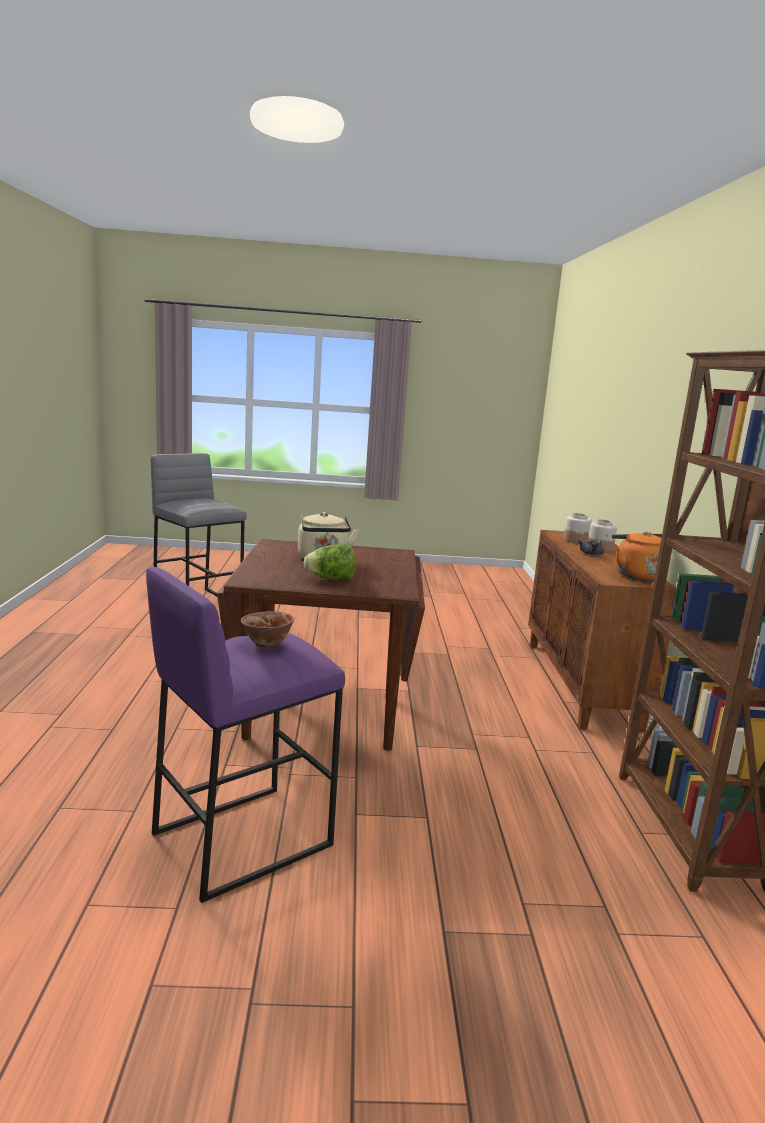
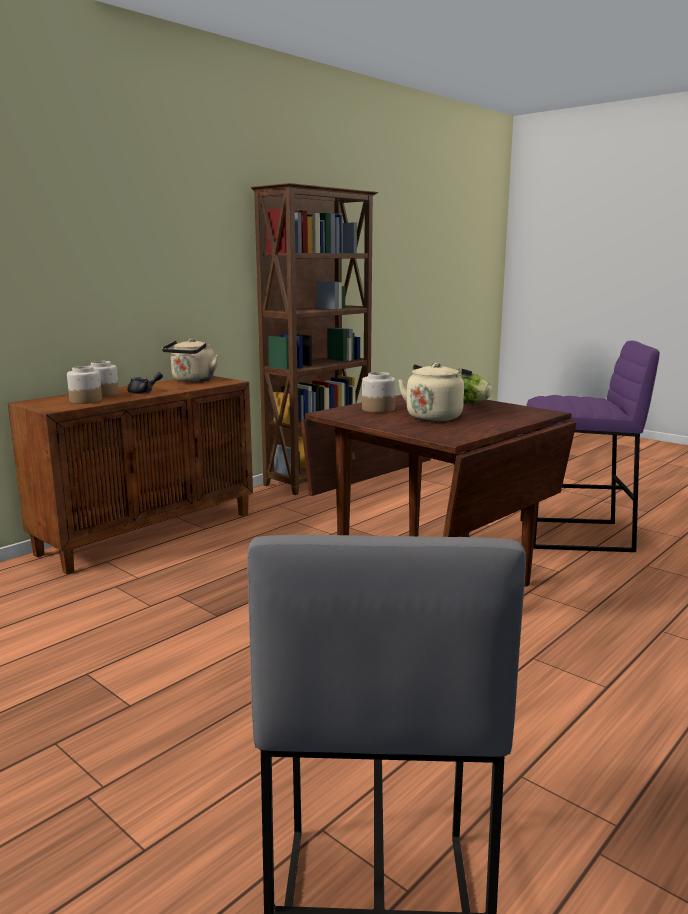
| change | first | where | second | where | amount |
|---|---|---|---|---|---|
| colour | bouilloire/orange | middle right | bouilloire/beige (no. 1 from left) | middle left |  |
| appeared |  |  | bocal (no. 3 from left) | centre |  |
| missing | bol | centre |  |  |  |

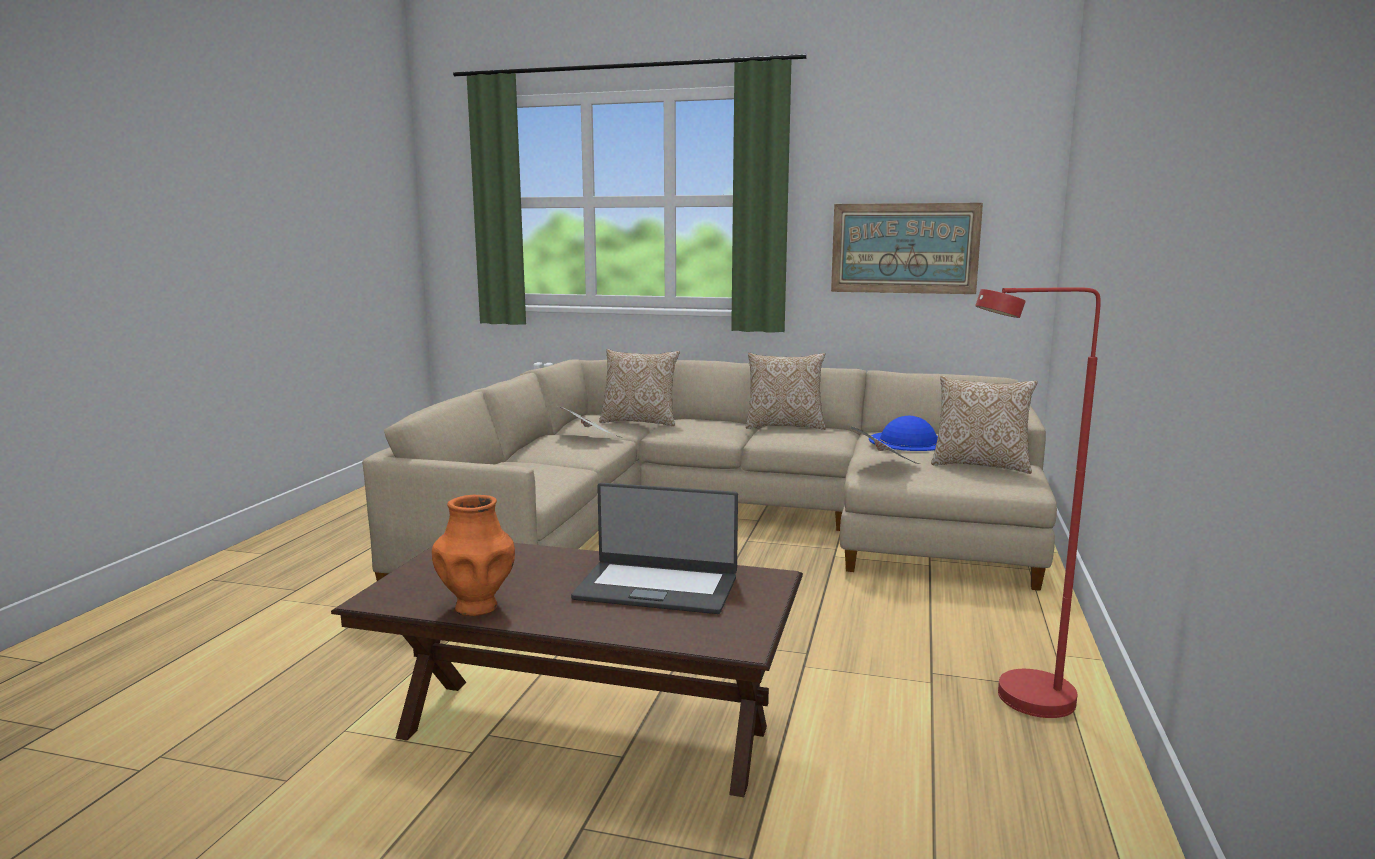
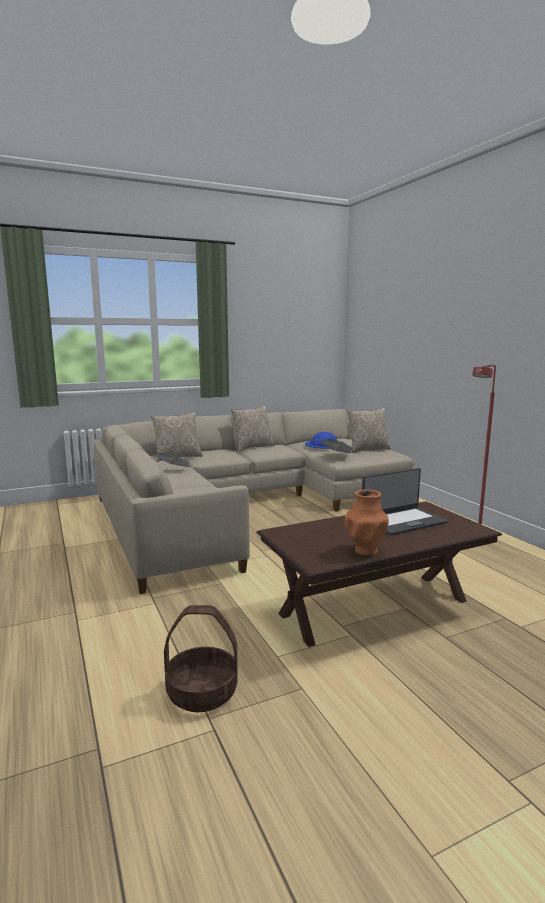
| change | first | where | second | where | amount |
|---|---|---|---|---|---|
| appeared |  |  | panier | bottom centre |  |
| missing | tableau | top centre |  |  |  |

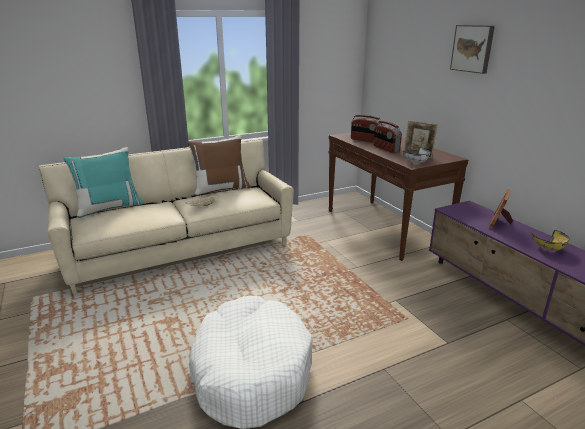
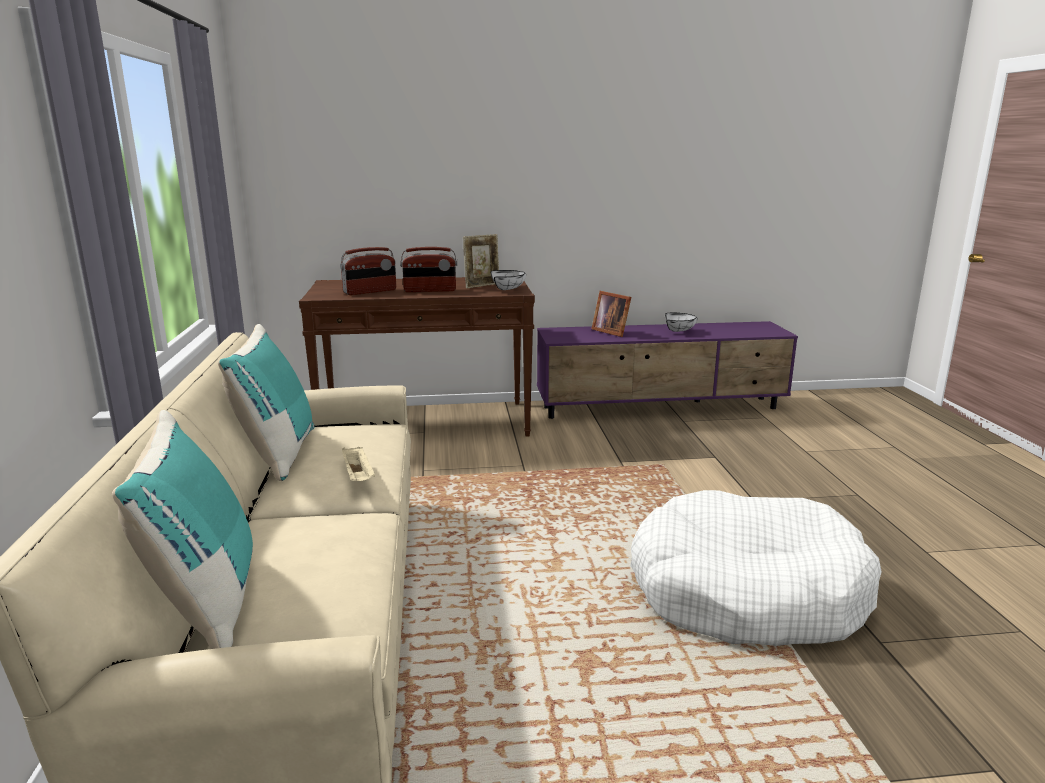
| change | first | where | second | where | amount |
|---|---|---|---|---|---|
| colour | coussin/marron | centre | coussin/turquoise (no. 2 from left) | middle left |  |
| colour | bol/jaune | middle right | bol/blanc (no. 2 from left) | centre |  |
| missing | tableau | top right |  |  |  |

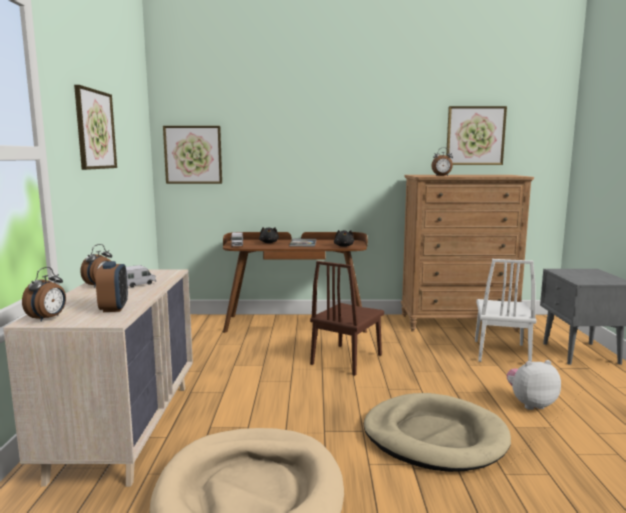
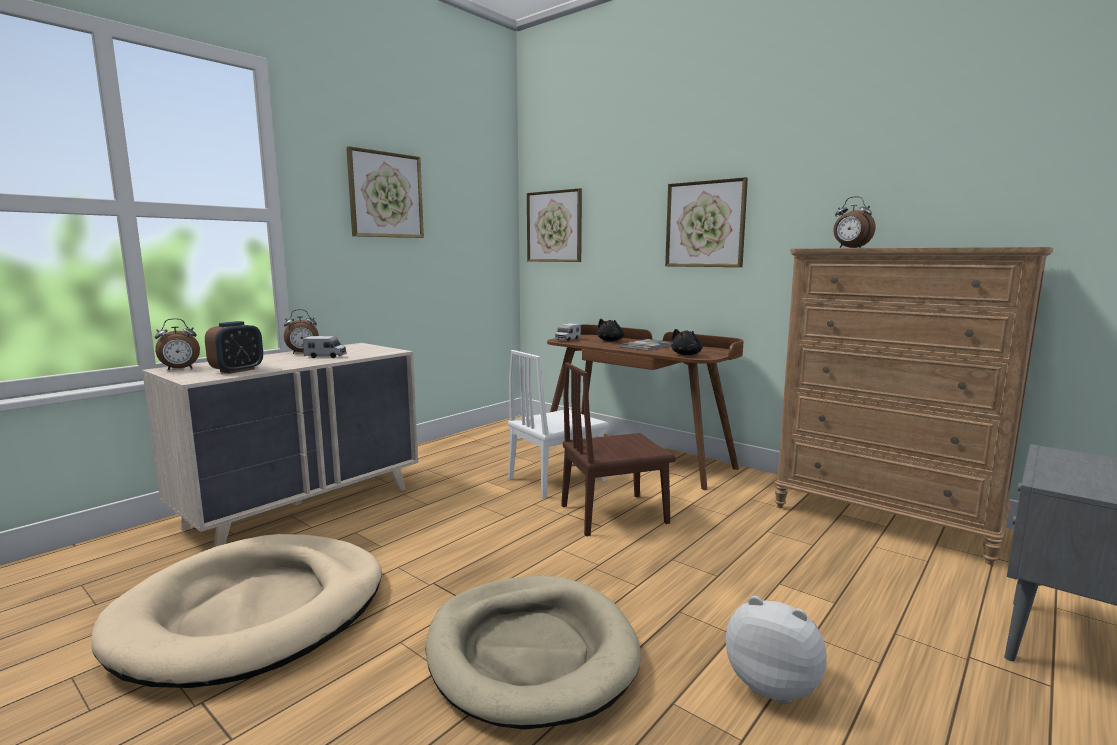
| change | first | where | second | where | amount |
|---|---|---|---|---|---|
| relocated | chaise/blanc | middle right |  | centre |  |
| relocated | tableau (no. 3 from left) | top right |  | top centre |  |

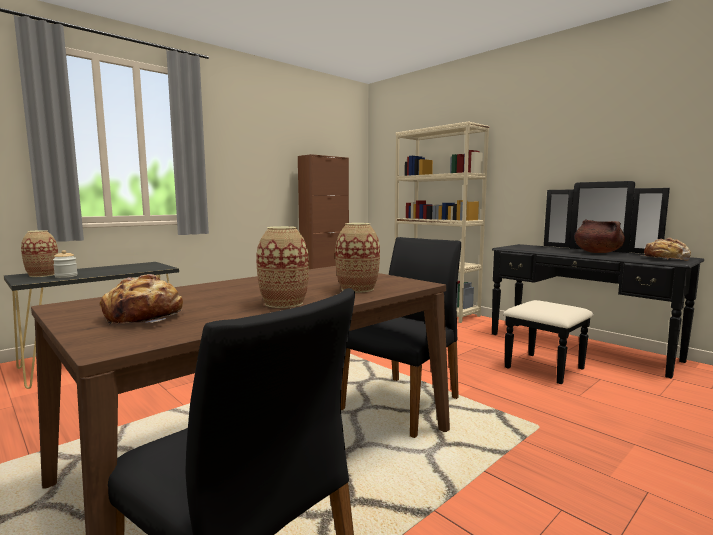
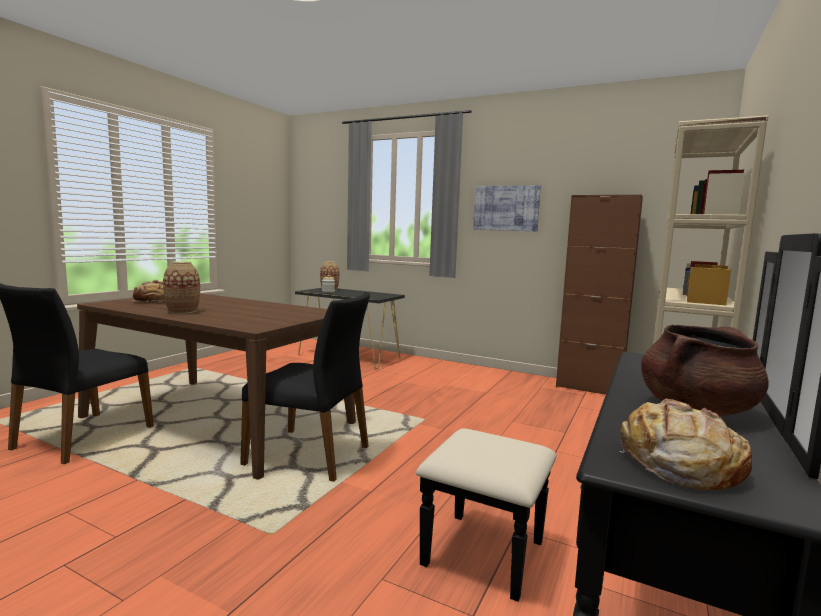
| change | first | where | second | where | amount |
|---|---|---|---|---|---|
| appeared |  |  | tableau | centre |  |
| missing | vase (no. 3 from left) | centre |  |  |  |

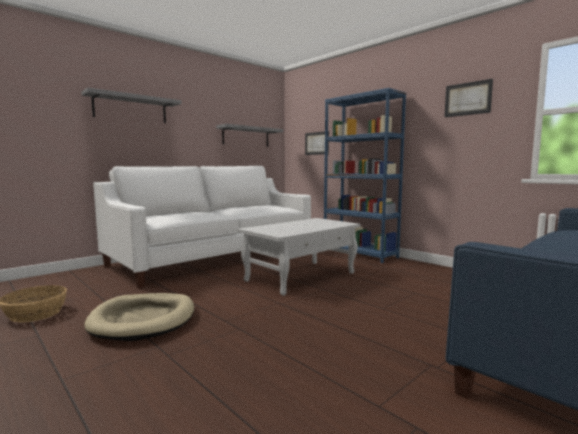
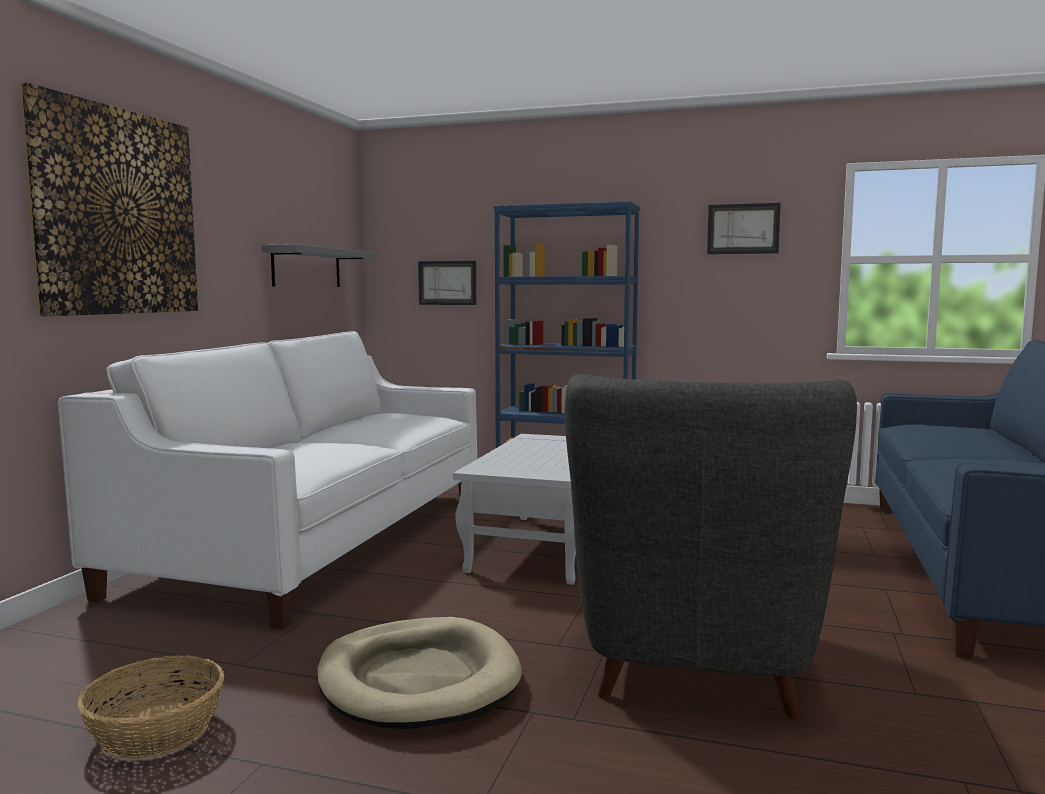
| change | first | where | second | where | amount |
|---|---|---|---|---|---|
| exchanged | étagère/gris (no. 1 from left) | top left | tableau (no. 1 from left) | top left |  |
| appeared |  |  | fauteuil/gris | bottom right |  |

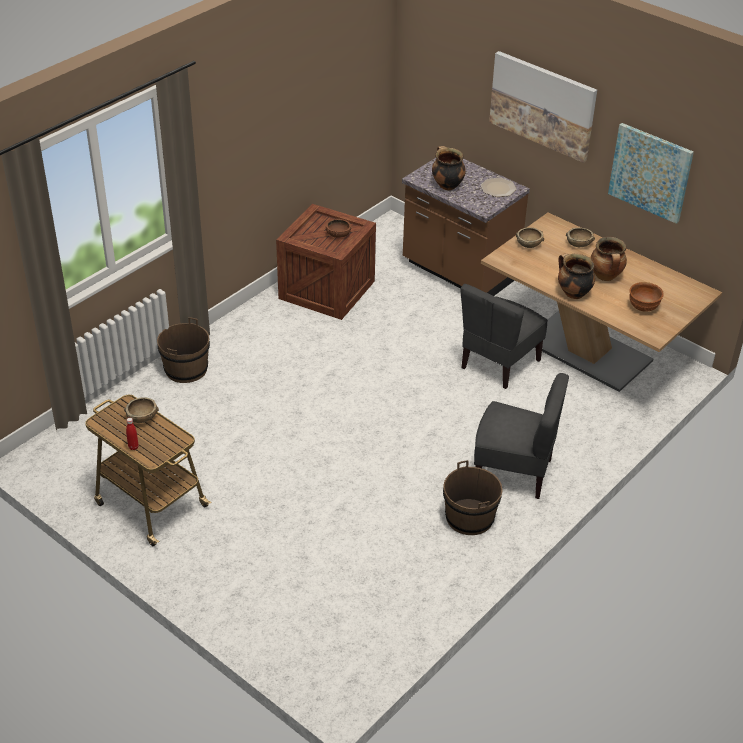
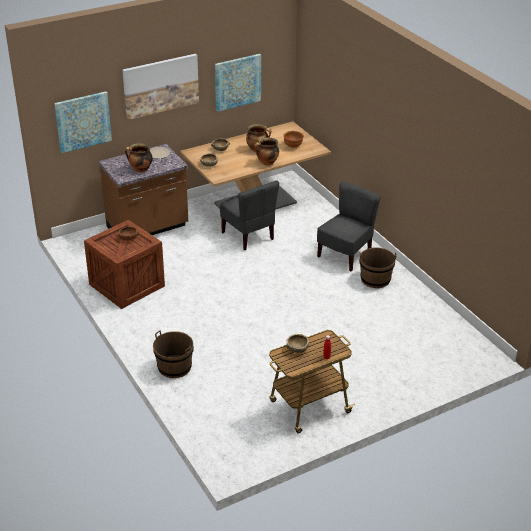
| change | first | where | second | where | amount |
|---|---|---|---|---|---|
| appeared |  |  | tableau (no. 1 from left) | top left |  |

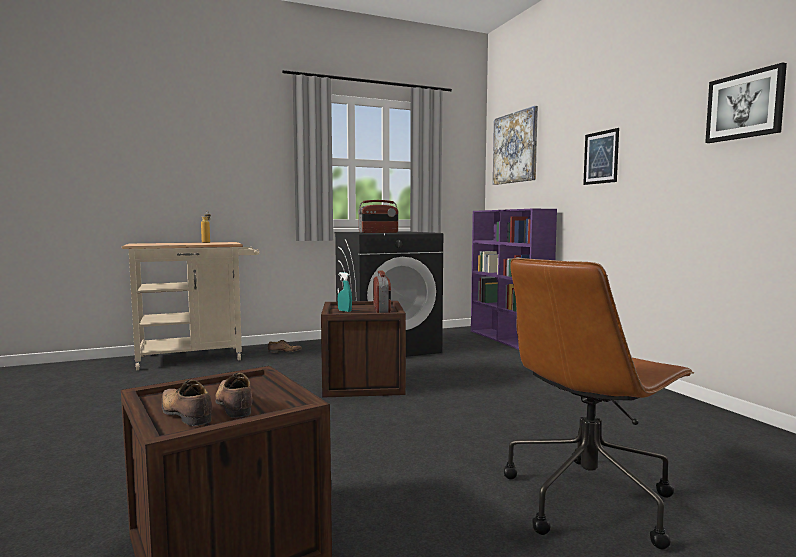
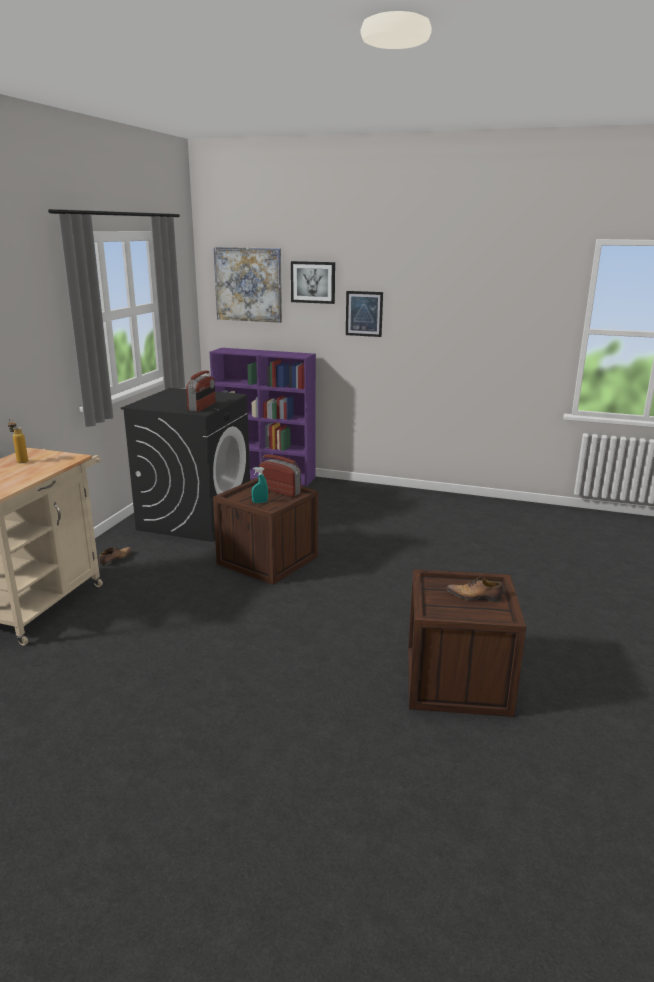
| change | first | where | second | where | amount |
|---|---|---|---|---|---|
| relocated | tableau (no. 3 from left in the first image) | top right | tableau (no. 2 from left) | top centre |  |
| missing | chaussure (no. 1 from left) | bottom left |  |  |  |
| missing | chaise de bureau/marron | bottom right |  |  |  |

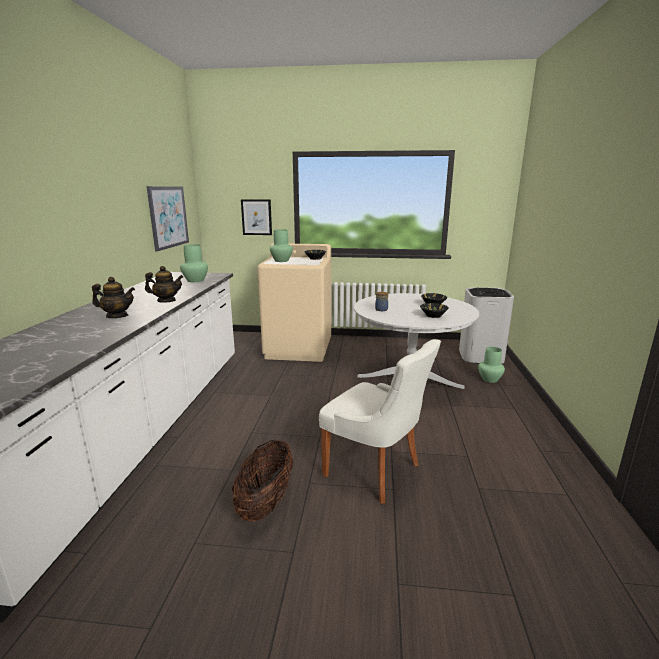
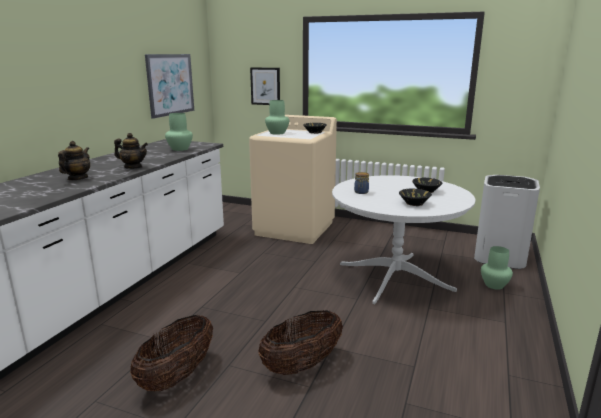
| change | first | where | second | where | amount |
|---|---|---|---|---|---|
| spun | théière (no. 1 from left) | middle left |  | middle left | 90 degrees counterclockwise |
| exchanged | chaise/blanc | centre | panier (no. 2 from left) | bottom centre |  |

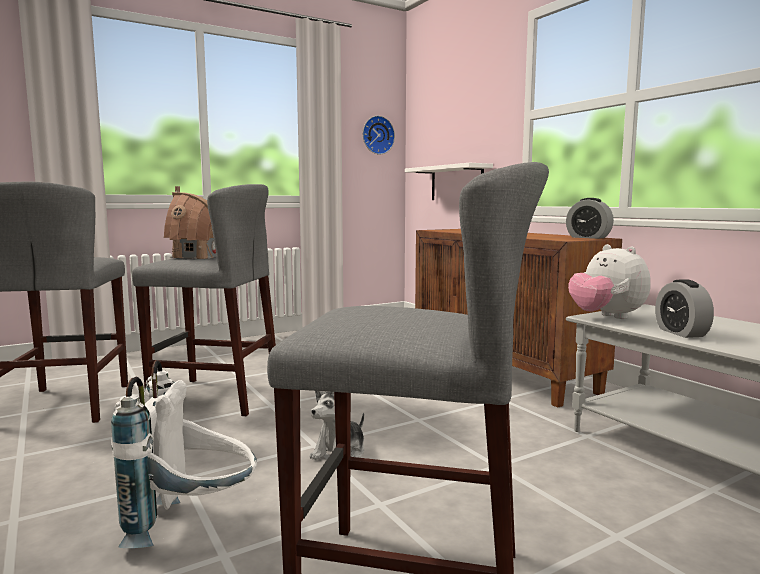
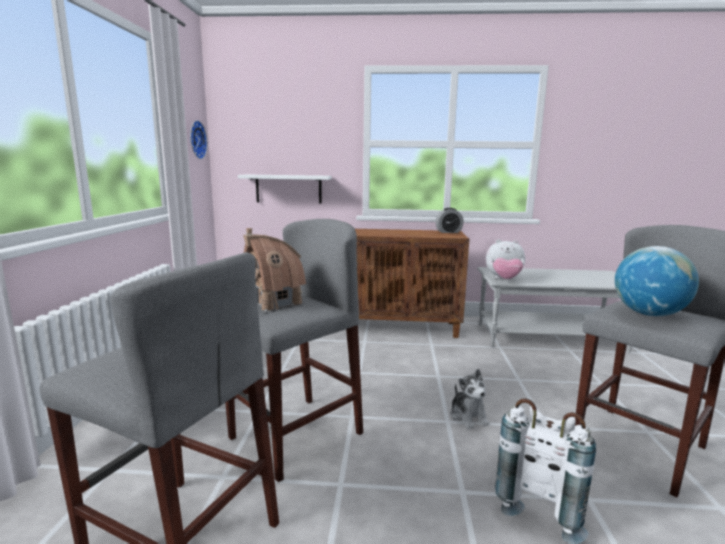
| change | first | where | second | where | amount |
|---|---|---|---|---|---|
| appeared |  |  | globe | middle right |  |
| missing | réveil (no. 2 from left) | middle right |  |  |  |

